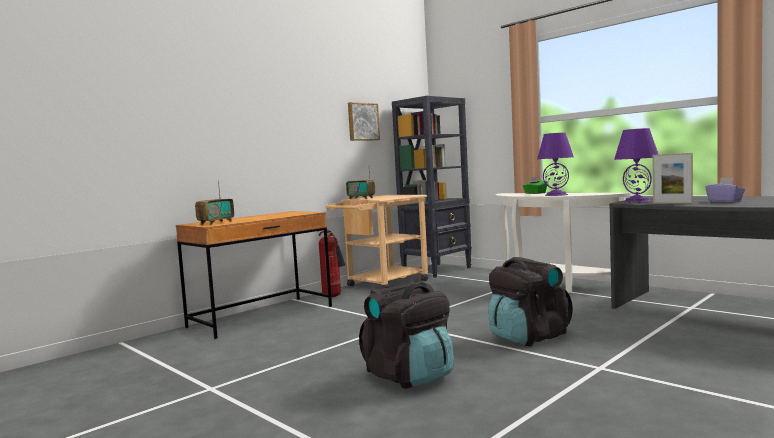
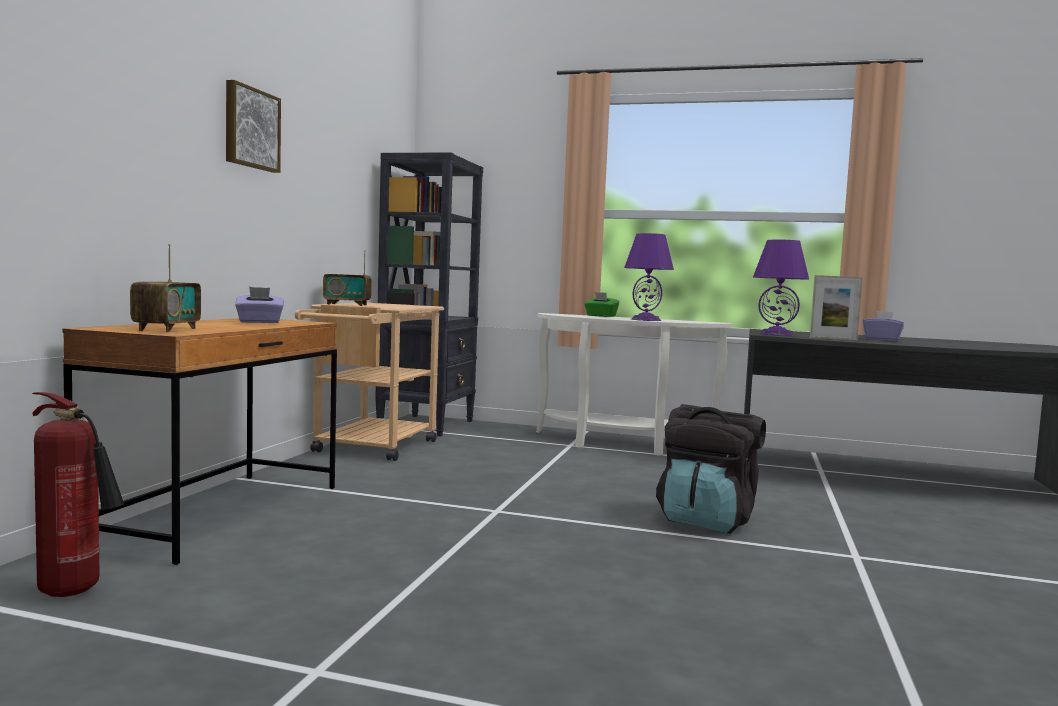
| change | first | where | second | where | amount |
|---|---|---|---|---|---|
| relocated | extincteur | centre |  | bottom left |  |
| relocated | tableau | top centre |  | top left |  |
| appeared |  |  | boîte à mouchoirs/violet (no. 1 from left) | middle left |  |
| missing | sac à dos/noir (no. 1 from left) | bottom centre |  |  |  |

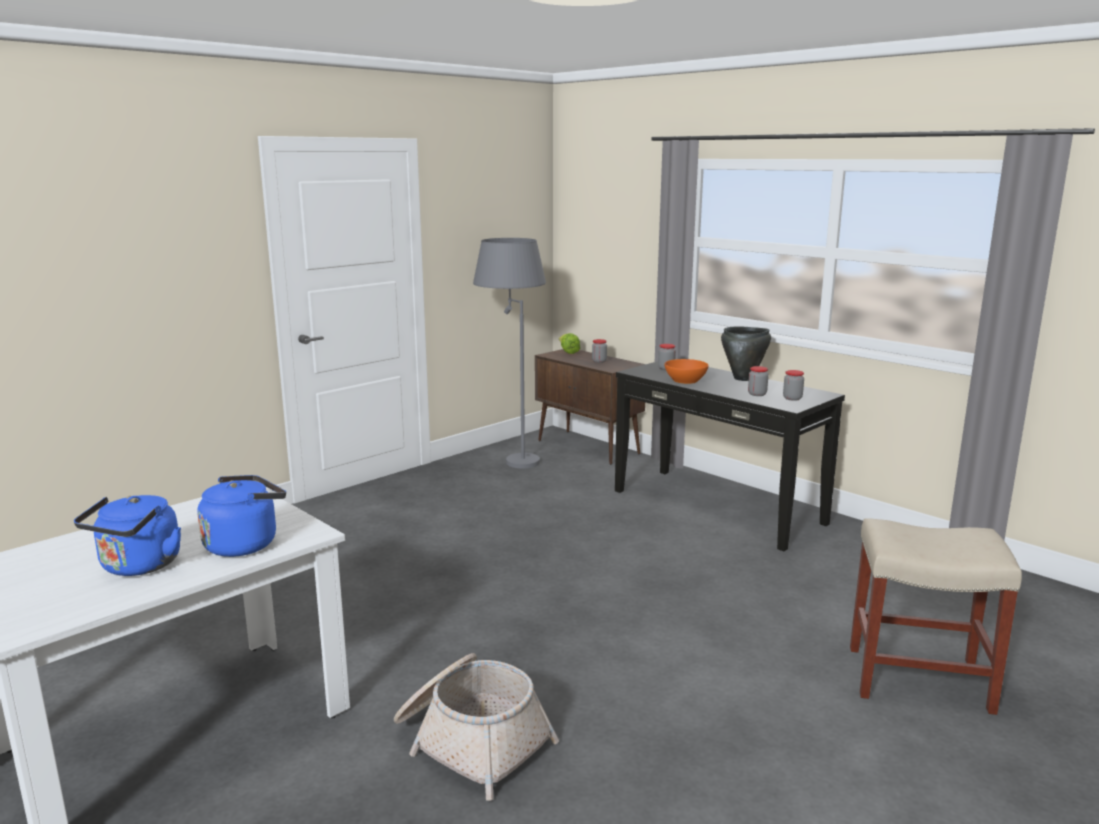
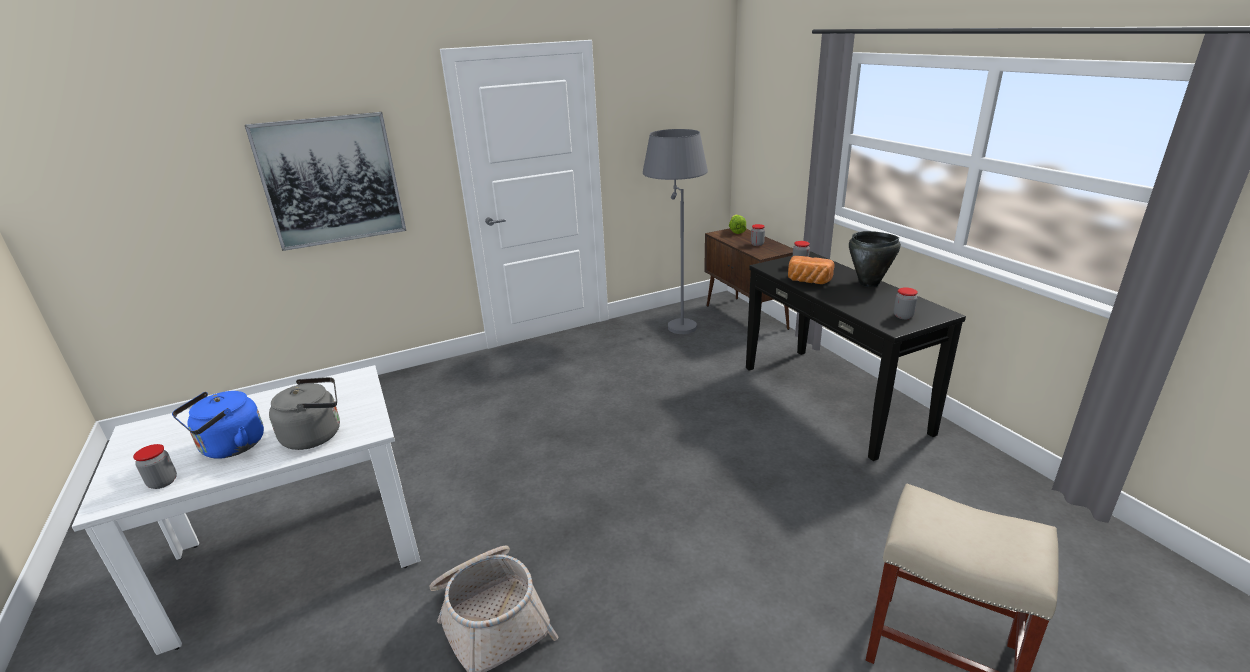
| change | first | where | second | where | amount |
|---|---|---|---|---|---|
| relocated | bocal (no. 3 from left in the first image) | middle right | bocal (no. 1 from left) | bottom left |  |
| appeared |  |  | tableau | top left |  |
| colour | bouilloire/bleu (no. 2 from left) | middle left | bouilloire/gris | middle left |  |
| exchanged | bol/orange | centre | pain | centre |  |

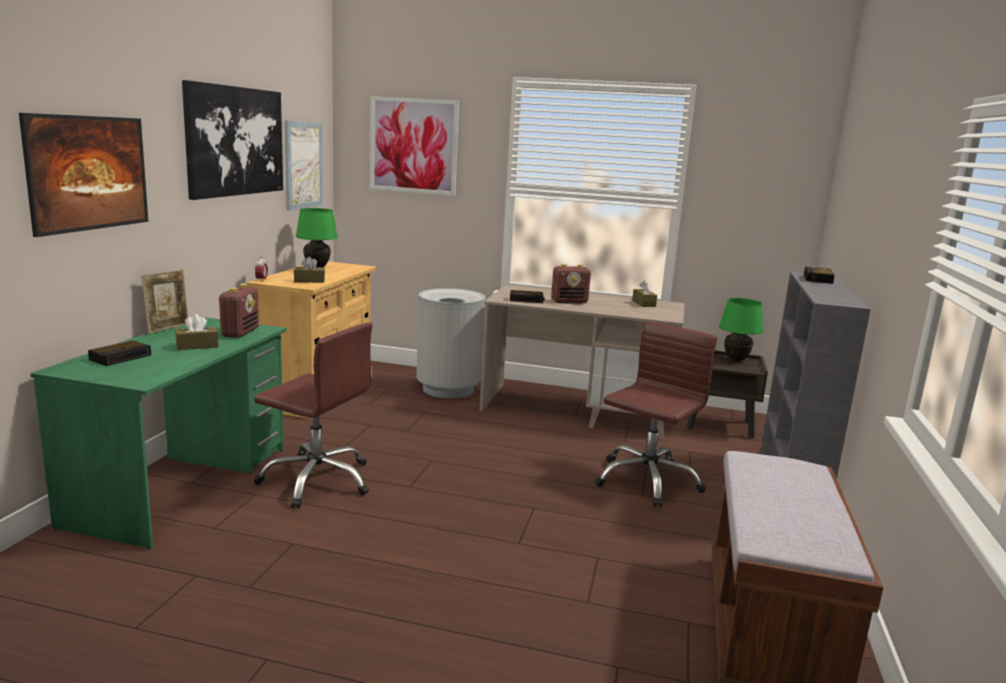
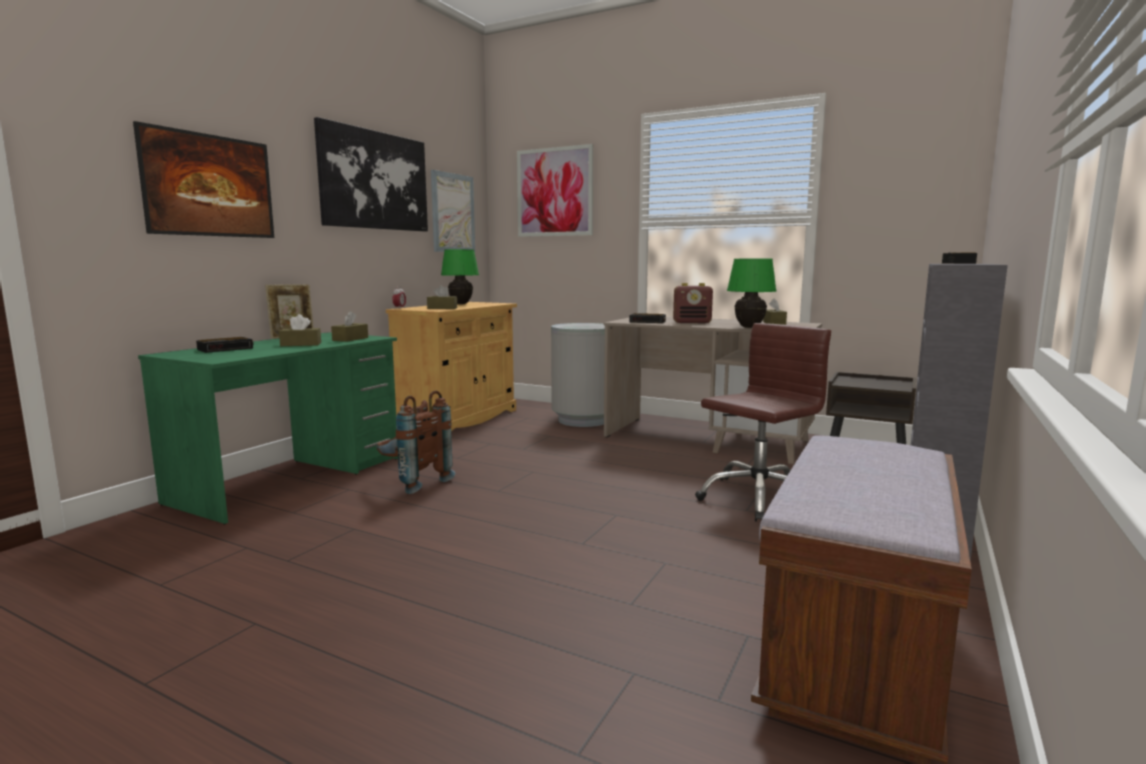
| change | first | where | second | where | amount |
|---|---|---|---|---|---|
| exchanged | radio (no. 1 from left) | middle left | boîte à mouchoirs/marron (no. 2 from left) | middle left |  |
| exchanged | chaise de bureau/marron (no. 1 from left) | middle left | sac à dos/marron | centre |  |
| relocated | lampe de table/vert (no. 2 from left) | middle right |  | centre |  |

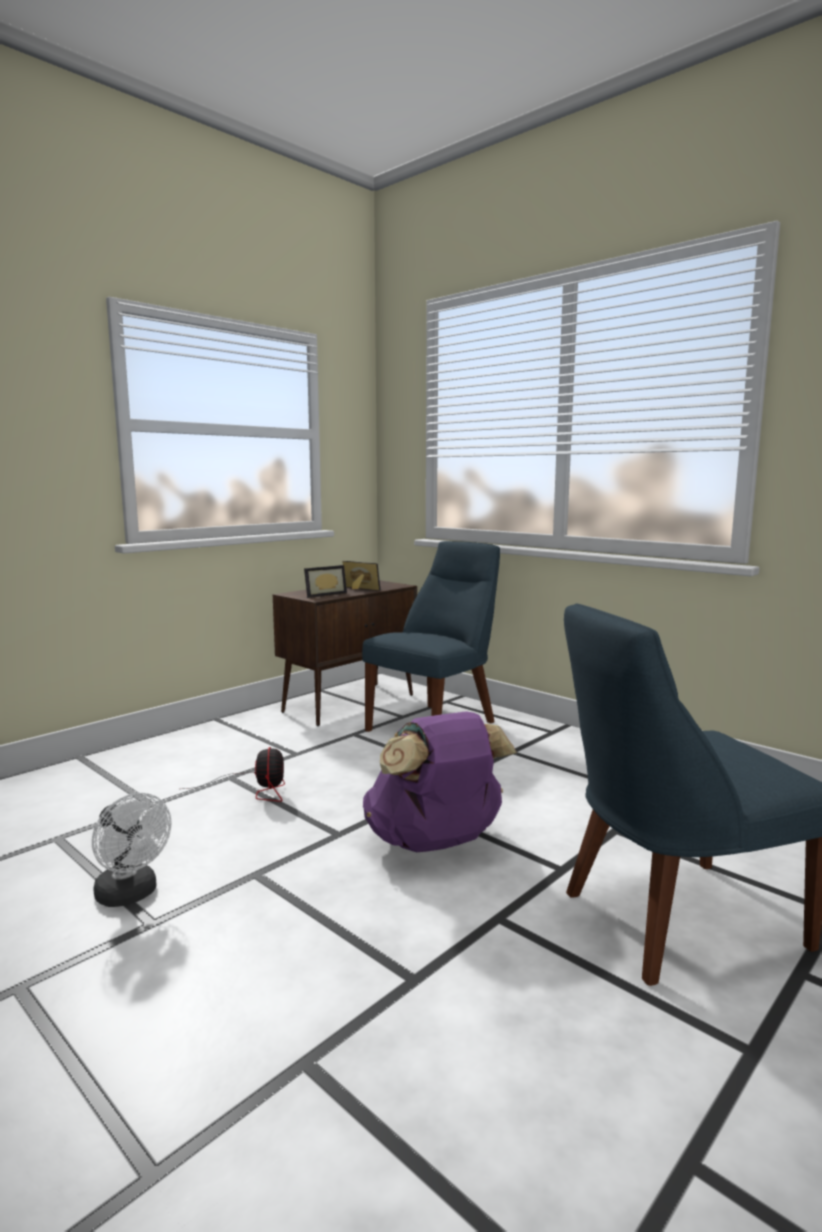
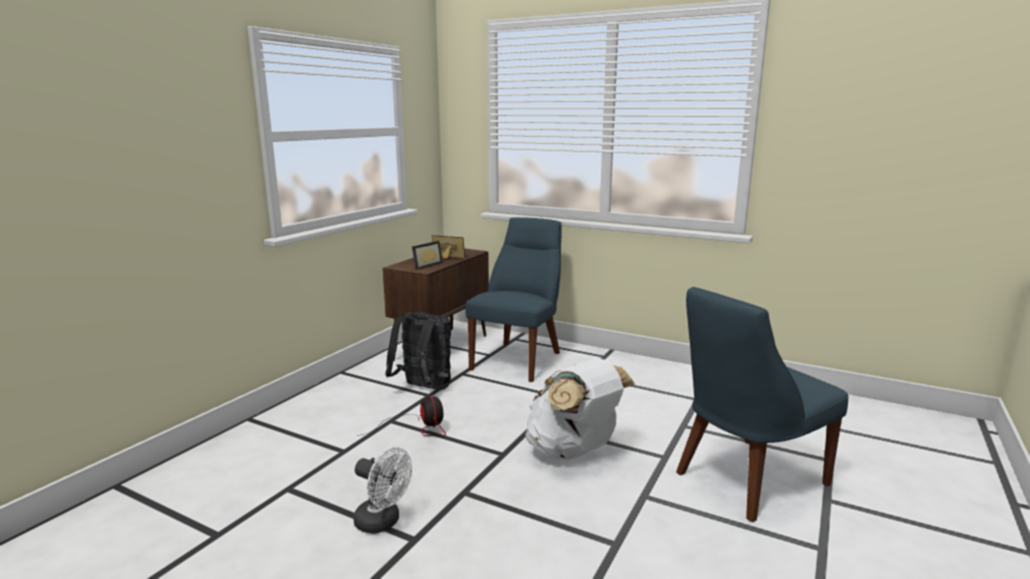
| change | first | where | second | where | amount |
|---|---|---|---|---|---|
| appeared |  |  | sac à dos/noir | centre |  |
| colour | sac à dos/violet | centre | sac à dos/blanc | bottom centre |  |

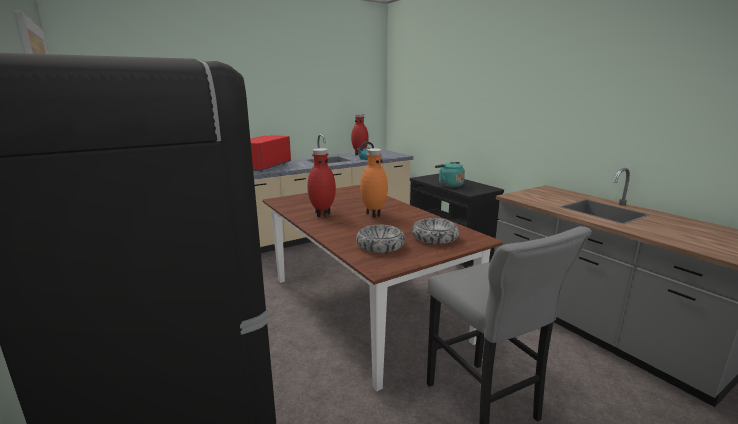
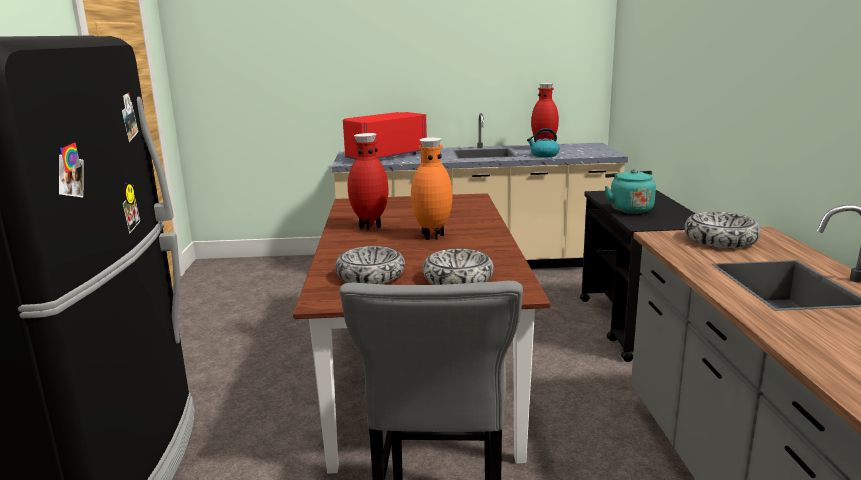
| change | first | where | second | where | amount |
|---|---|---|---|---|---|
| appeared |  |  | bol (no. 3 from left) | middle right |  |

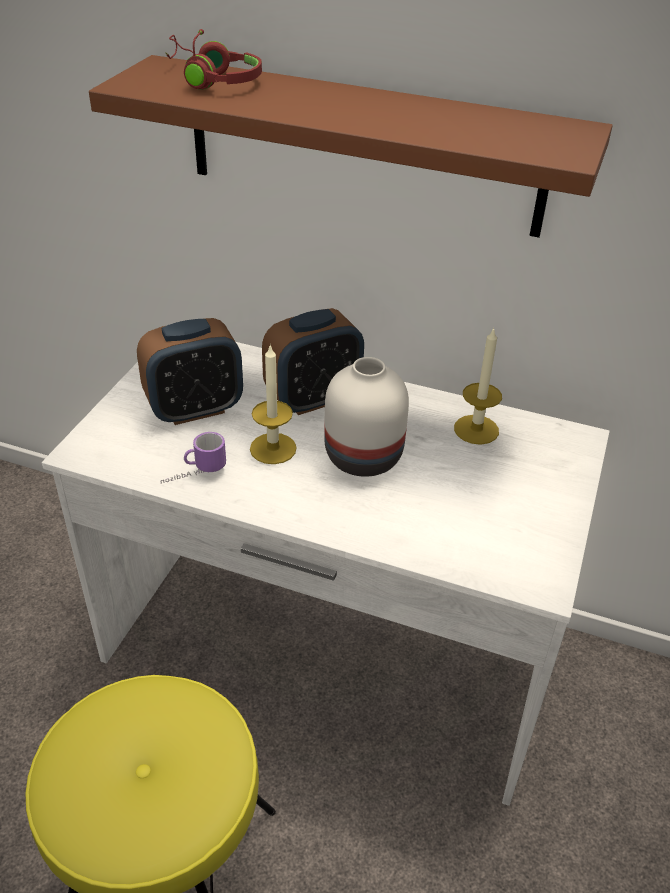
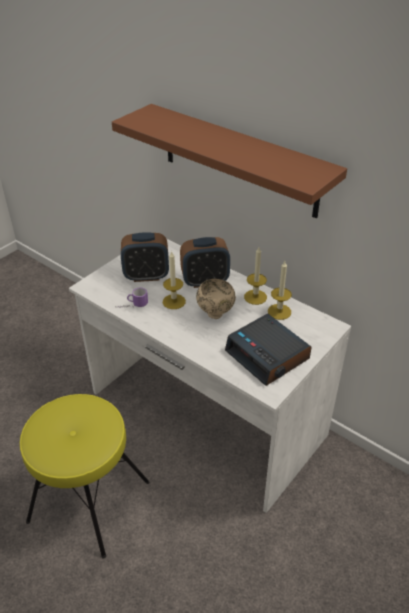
| change | first | where | second | where | amount |
|---|---|---|---|---|---|
| exchanged | vase/blanc | centre | bol/beige | centre |  |
| appeared |  |  | réveil (no. 3 from left) | centre |  |
| appeared |  |  | bougie (no. 2 from left) | centre |  |
| missing | casque audio/rouge | top left |  |  |  |

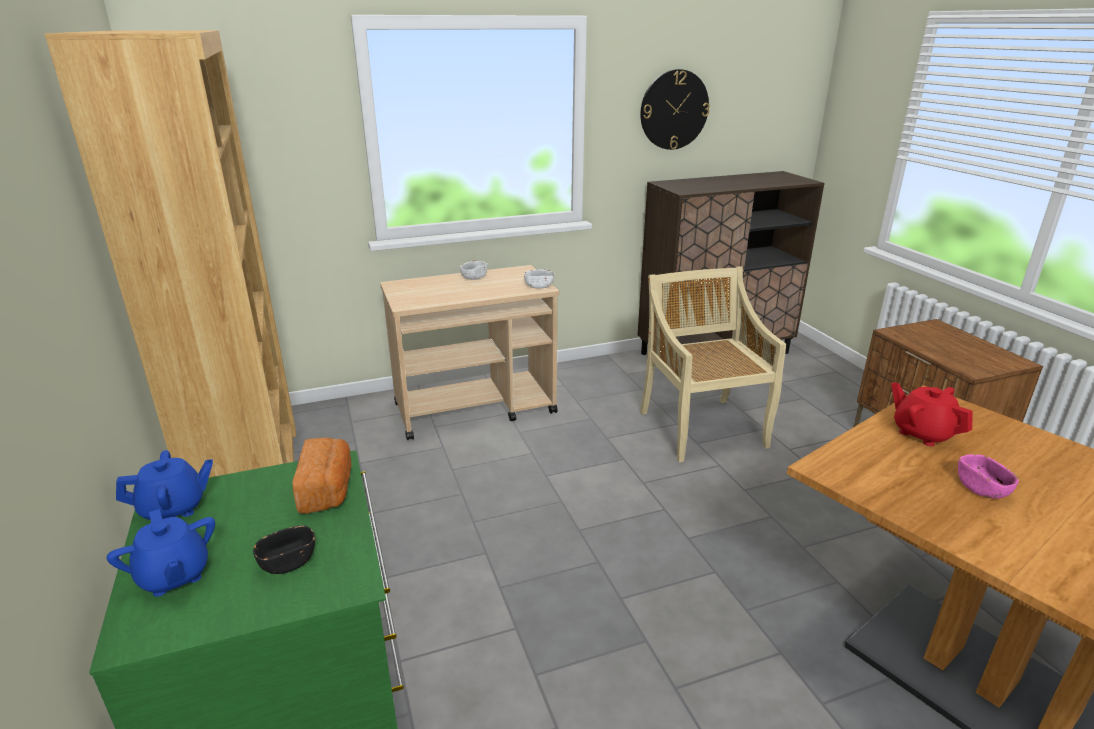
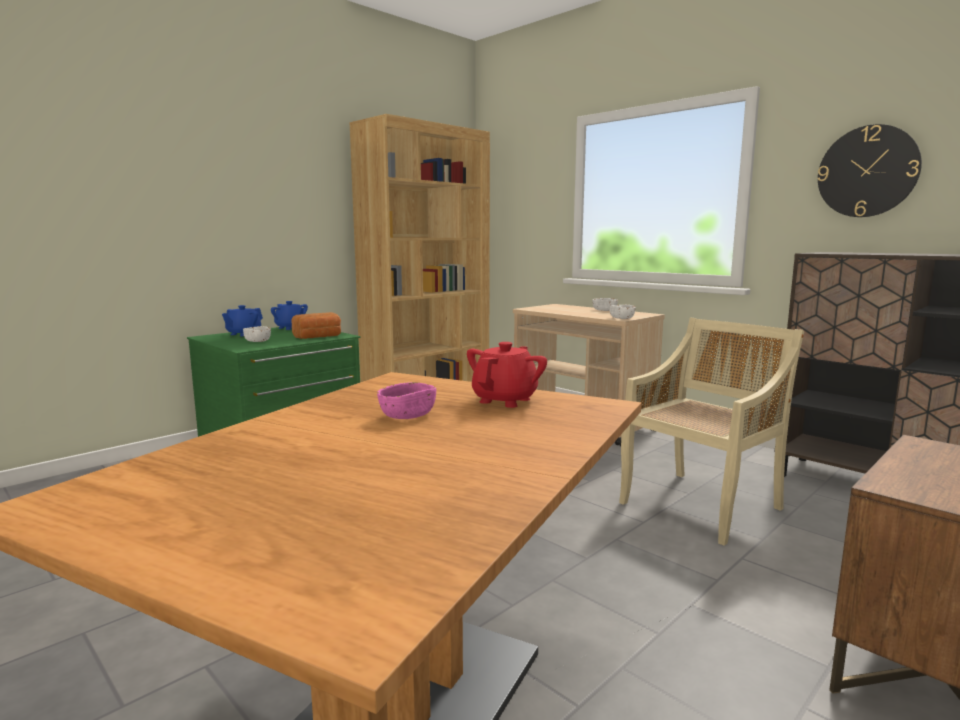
| change | first | where | second | where | amount |
|---|---|---|---|---|---|
| colour | bol/noir | bottom left | bol/blanc (no. 1 from left) | middle left |  |

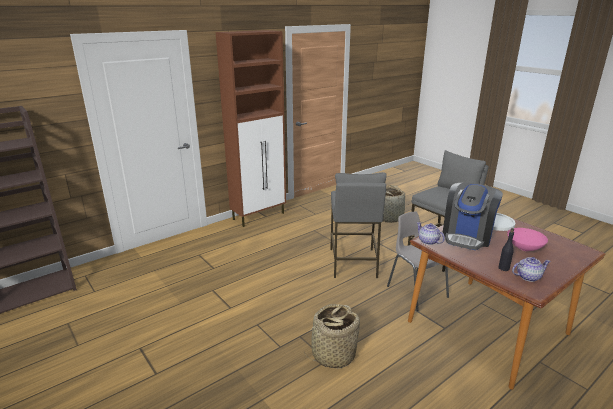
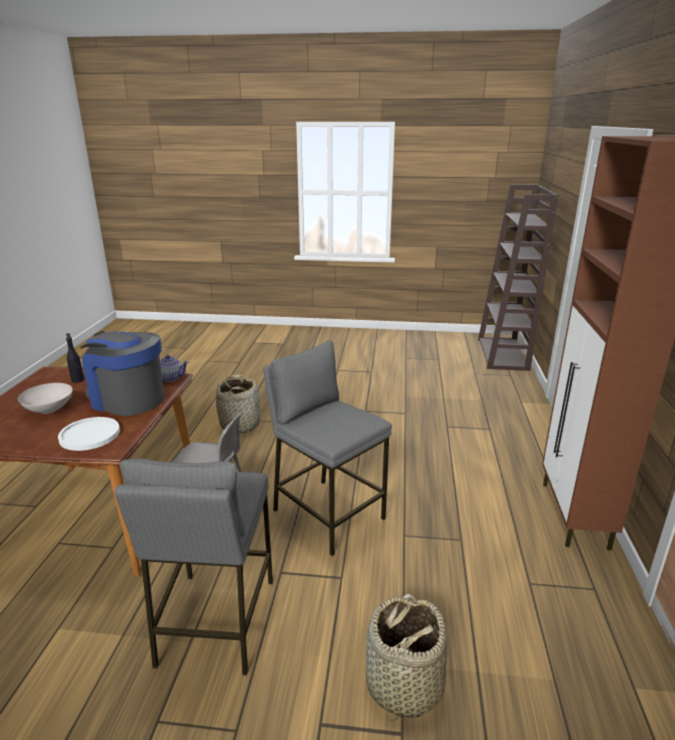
| change | first | where | second | where | amount |
|---|---|---|---|---|---|
| colour | bol/rose | middle right | bol/blanc | middle left |  |
| spun | machine à café | middle right |  | middle left | 45 degrees counterclockwise |
| missing | théière (no. 2 from left) | middle right |  |  |  |

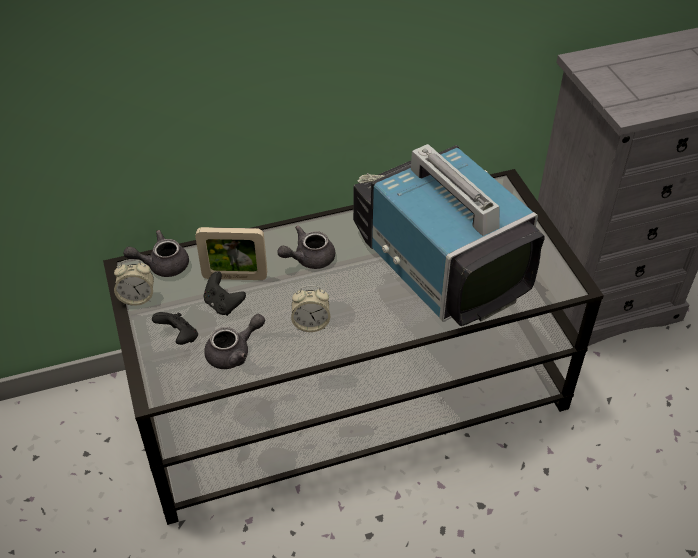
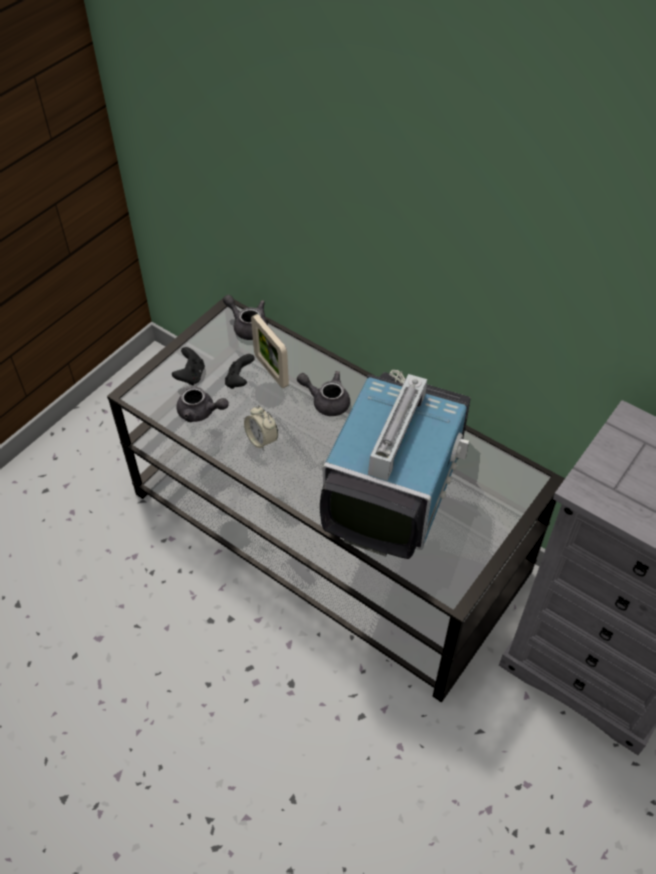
| change | first | where | second | where | amount |
|---|---|---|---|---|---|
| missing | réveil (no. 1 from left) | middle left |  |  |  |

